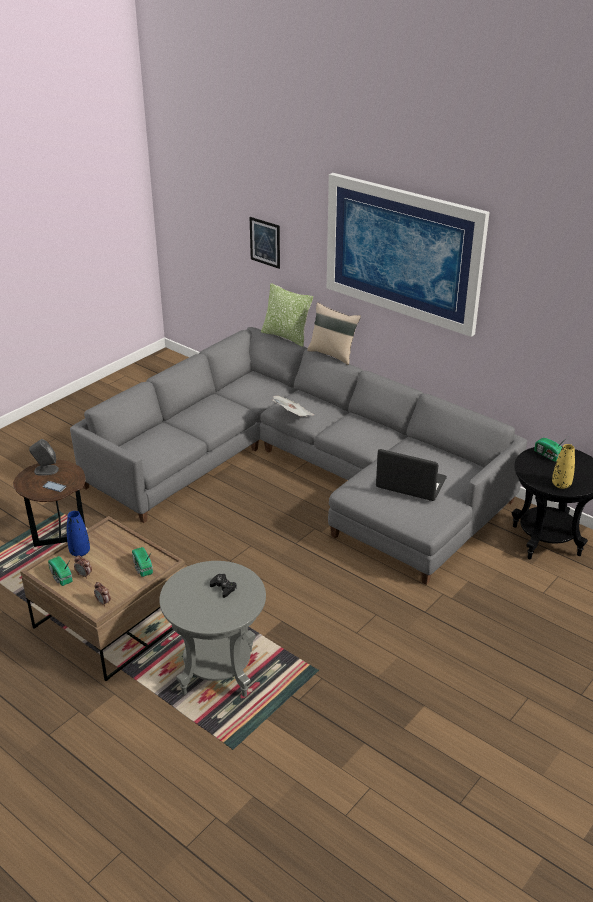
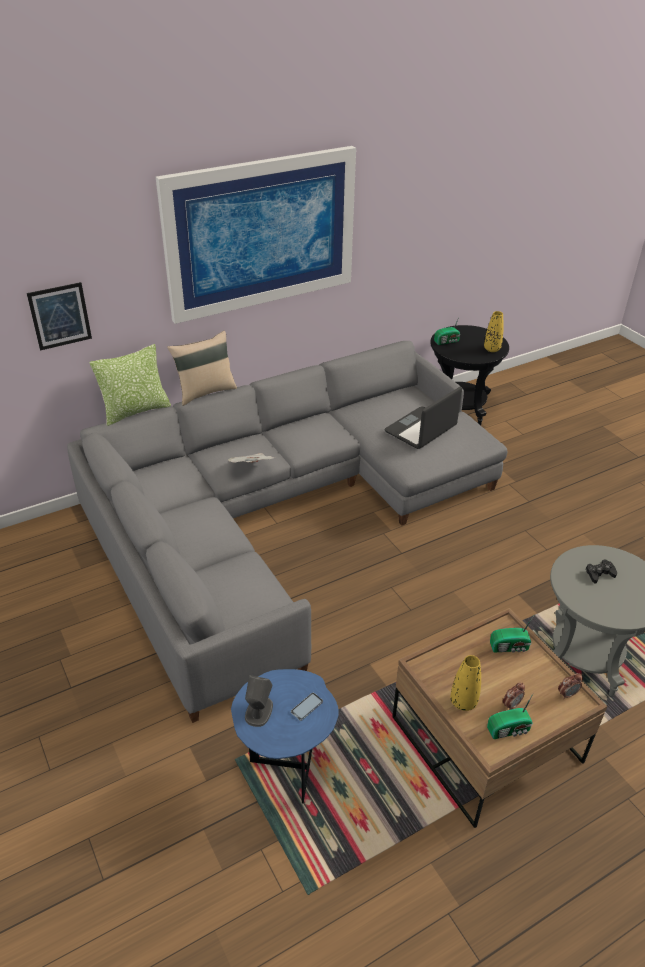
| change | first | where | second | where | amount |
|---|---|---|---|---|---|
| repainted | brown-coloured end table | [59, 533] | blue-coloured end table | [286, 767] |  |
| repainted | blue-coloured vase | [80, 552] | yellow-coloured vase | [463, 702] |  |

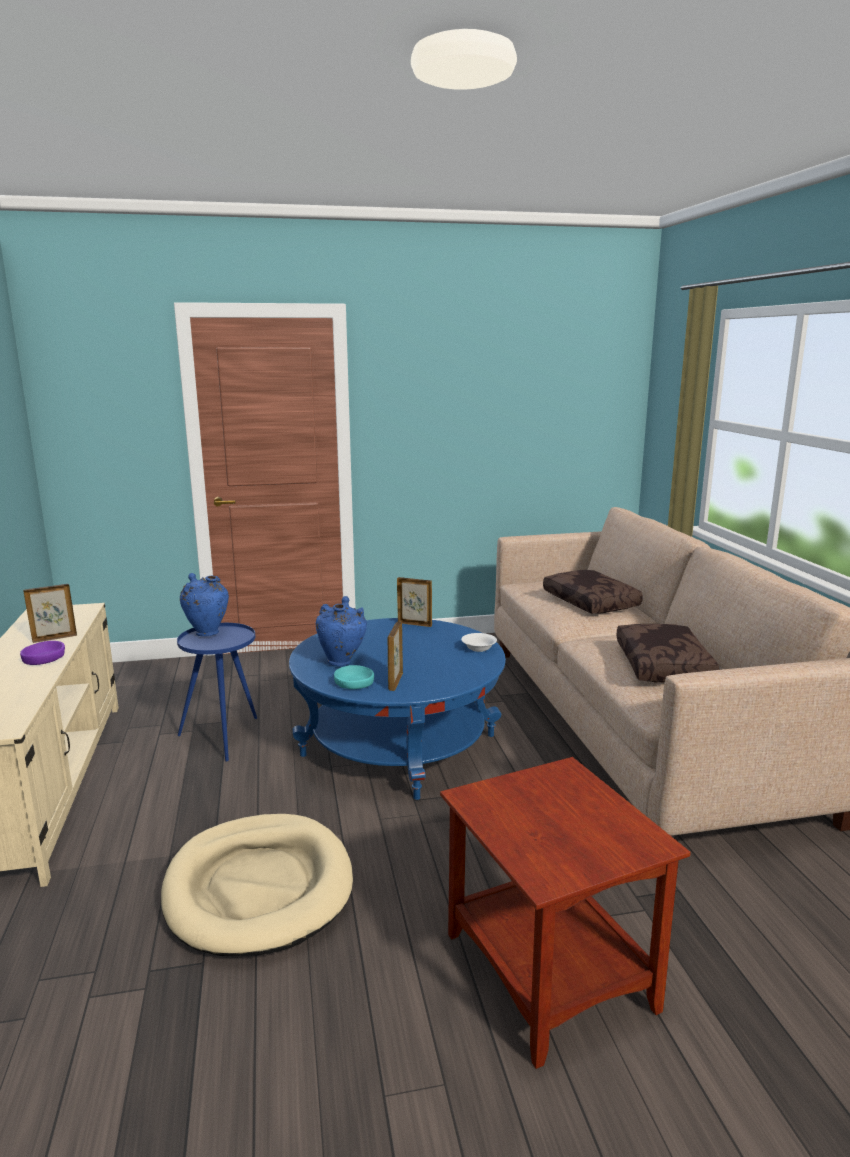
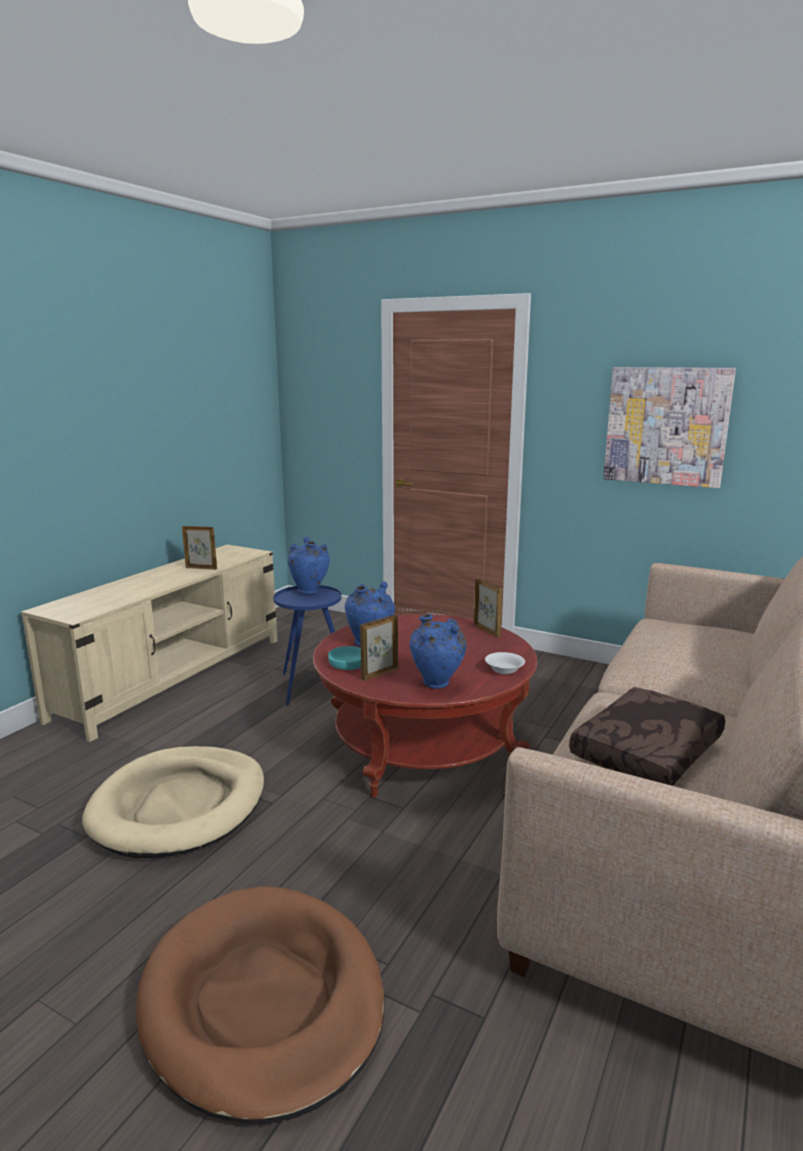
| change | first | where | second | where | amount |
|---|---|---|---|---|---|
| swapped | brown-coloured end table | [551, 970] | brown-coloured dog cushion | [263, 1002] |  |
| repainted | blue-coloured lounge table | [399, 745] | red-coloured lounge table | [423, 745] |  |
| new |  |  | blue-coloured vase | [437, 685] |  |
| new |  |  | wall picture | [666, 426] |  |
| gone | purplish serving bowl | [44, 658] |  |  |  |
| gone | brown-coloured pillow | [592, 602] |  |  |  |

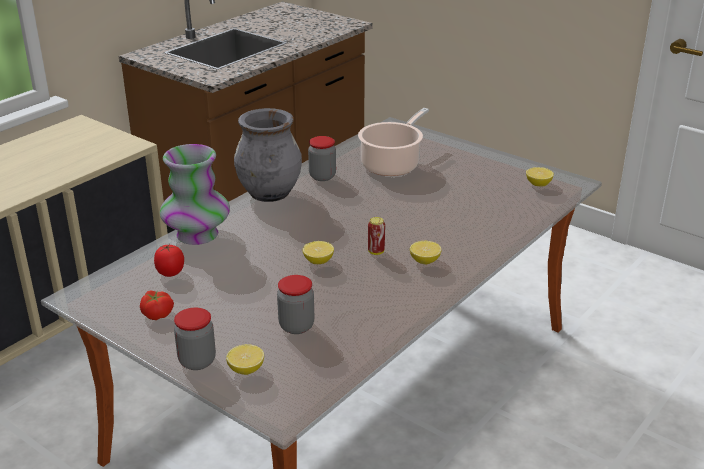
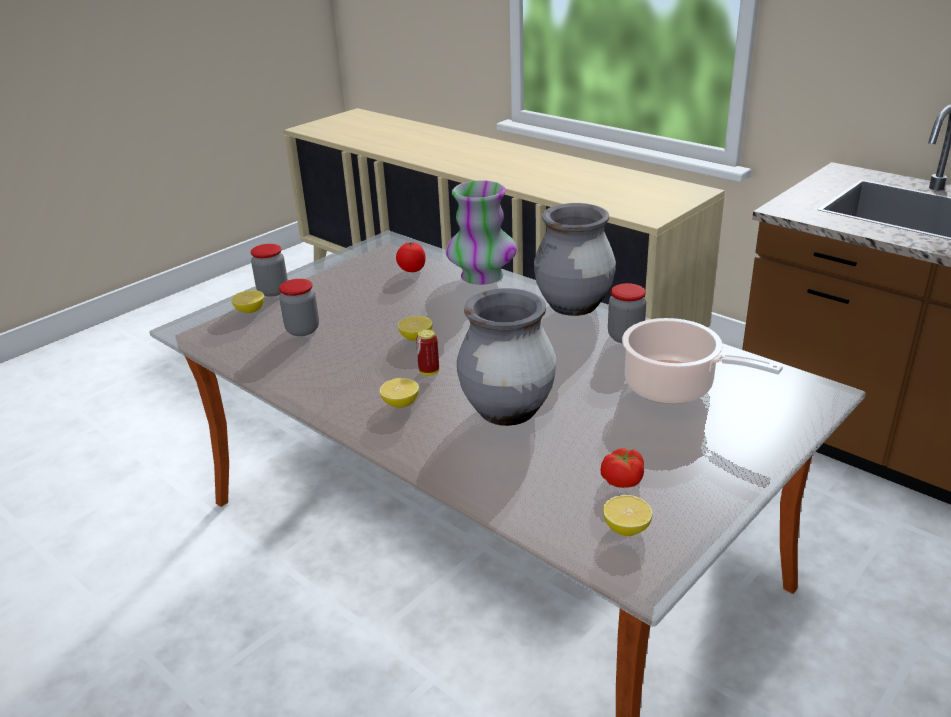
| change | first | where | second | where | amount |
|---|---|---|---|---|---|
| new |  |  | greyish vase | [507, 412] |  |
| shifted | tomato | [157, 314] |  | [623, 480] |  |

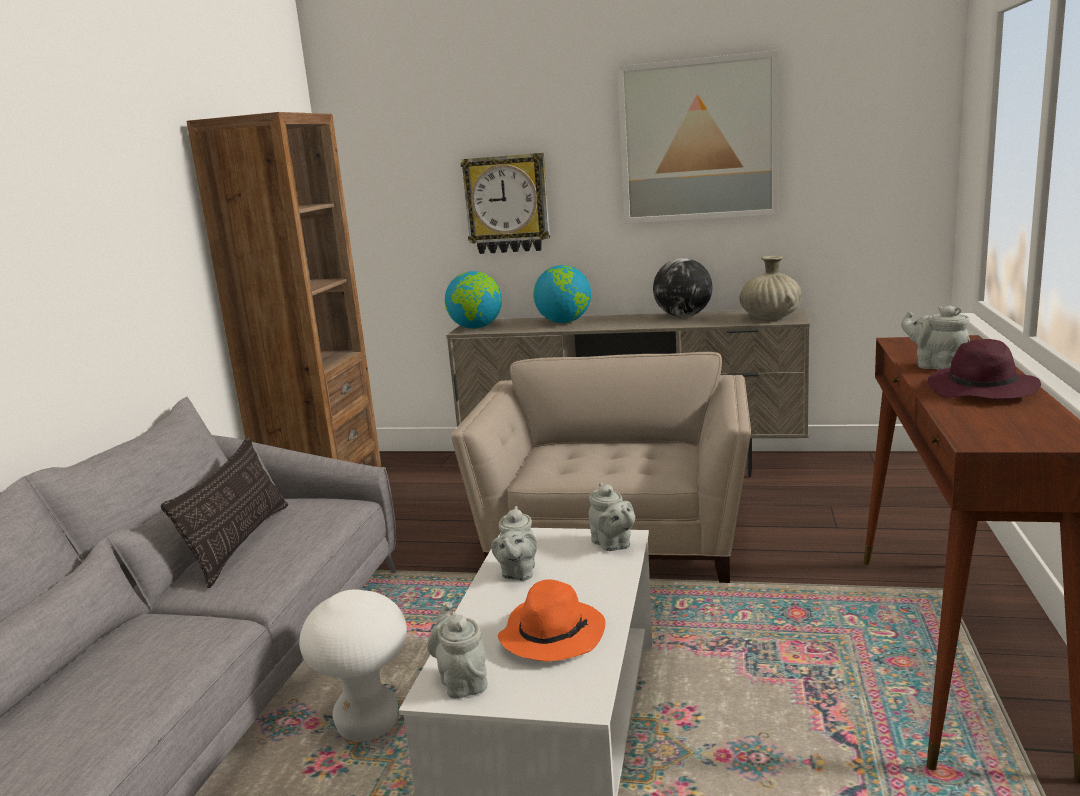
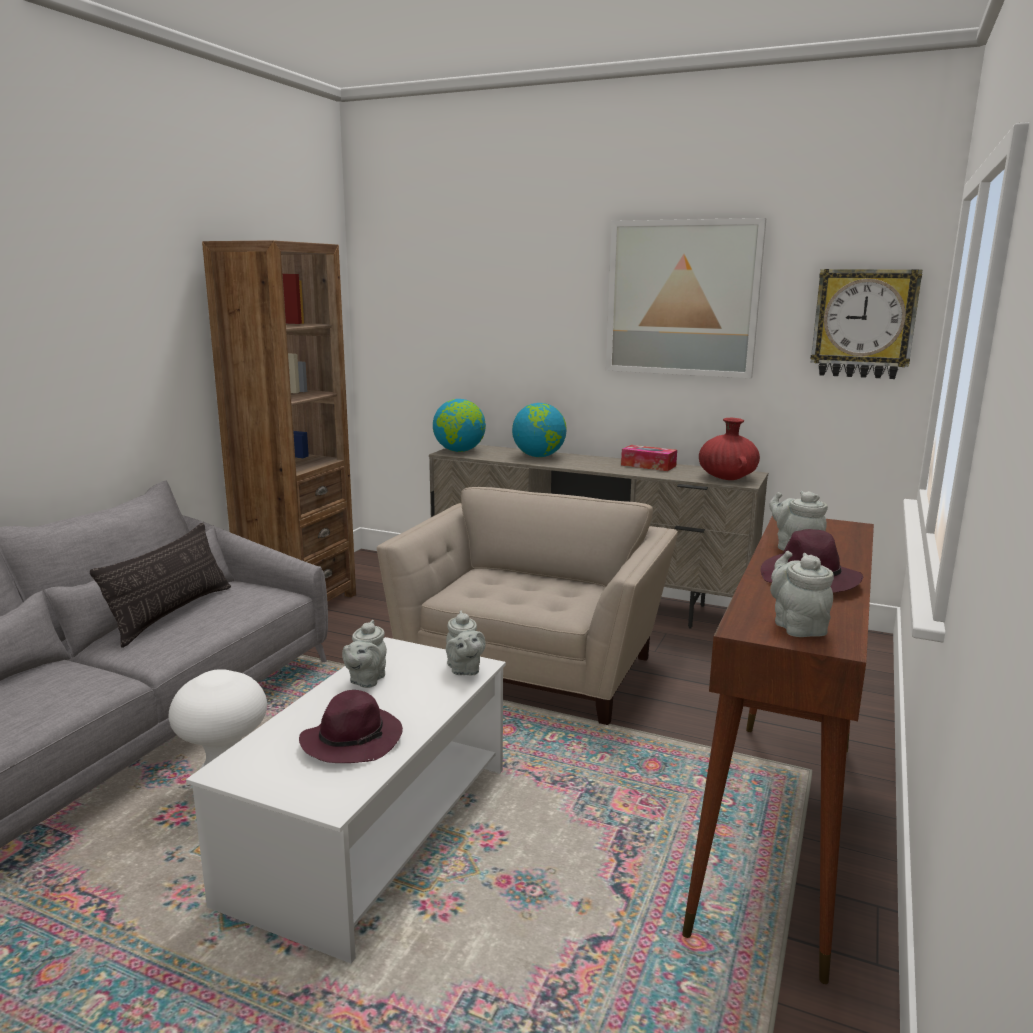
| change | first | where | second | where | amount |
|---|---|---|---|---|---|
| repainted | orange hat | [552, 634] | purplish hat | [353, 740] |  |
| swapped | desk globe | [683, 316] | tissue box | [648, 465] |  |
| repainted | beige-coloured vase | [770, 317] | red-coloured vase | [727, 478] |  |
| shifted | greyish tea pot | [462, 681] |  | [797, 626] |  |
| shifted | wall clock | [507, 204] |  | [863, 323] |  |

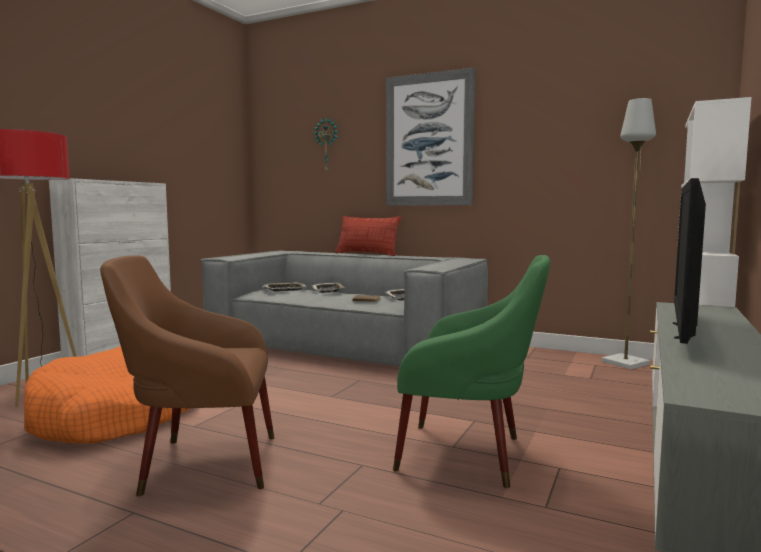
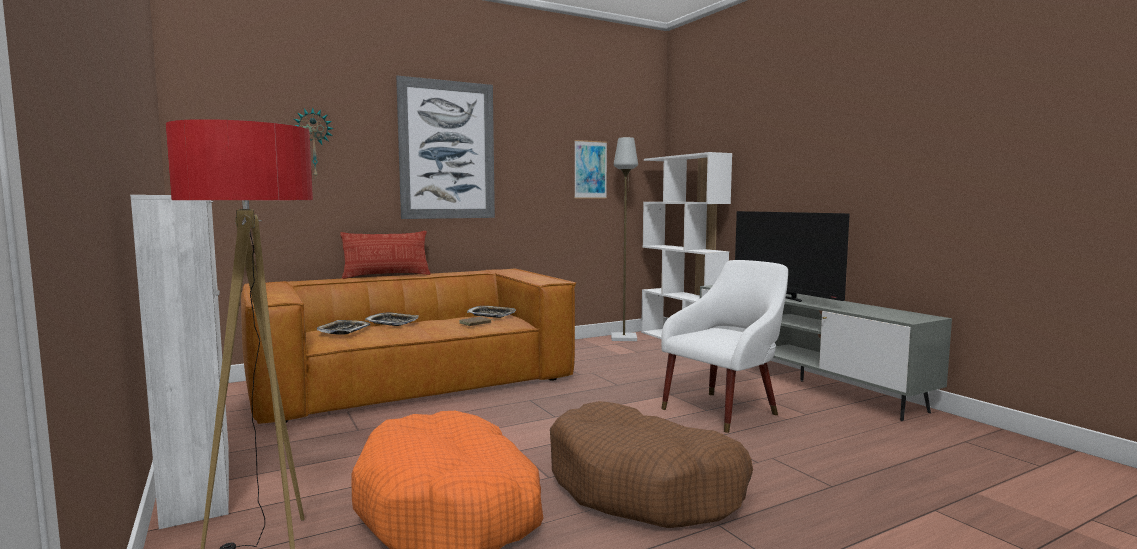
| change | first | where | second | where | amount |
|---|---|---|---|---|---|
| repainted | greyish couch | [345, 344] | brown-coloured couch | [414, 381] |  |
| swapped | brown-coloured easy chair | [200, 463] | brown-coloured dog cushion | [645, 487] |  |
| new |  |  | wall picture | [590, 169] |  |
| repainted | green easy chair | [470, 455] | white easy chair | [724, 409] |  |

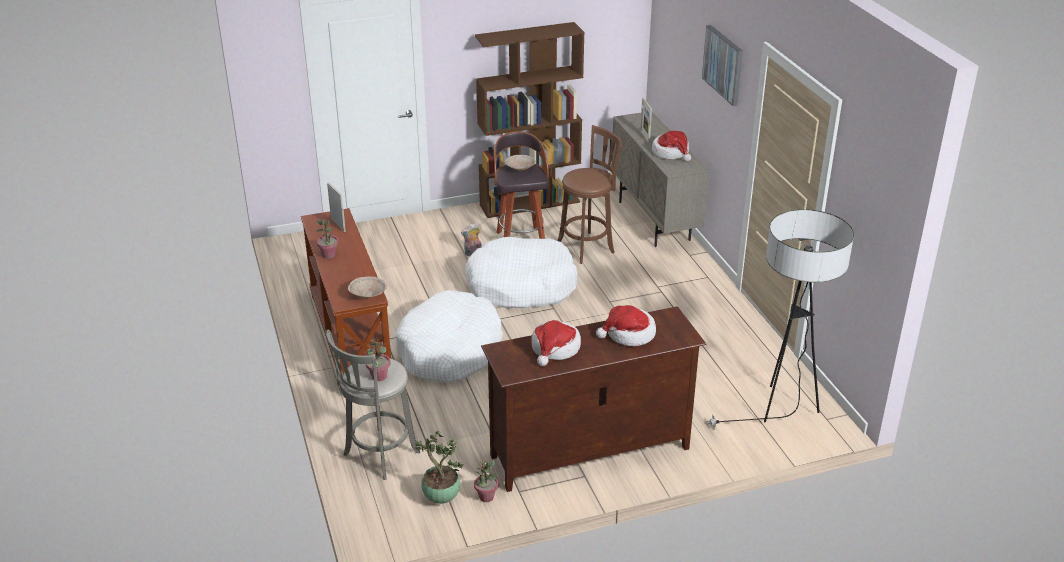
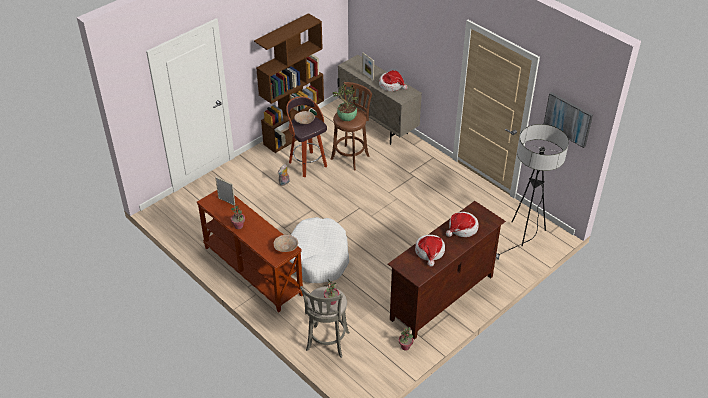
| change | first | where | second | where | amount |
|---|---|---|---|---|---|
| shifted | potted plant | [440, 497] |  | [346, 119] |  |
| shifted | wall picture | [723, 64] |  | [568, 119] |  |
| gone | white dog cushion | [521, 285] |  |  |  |

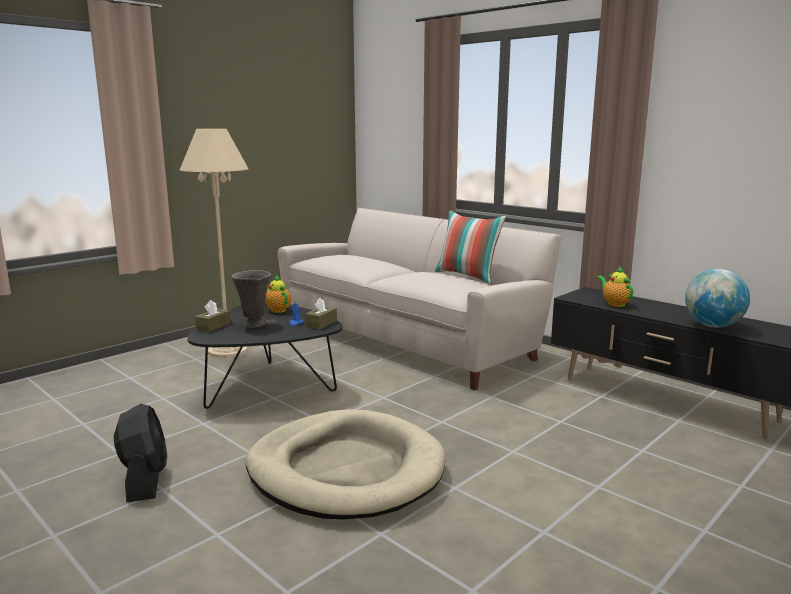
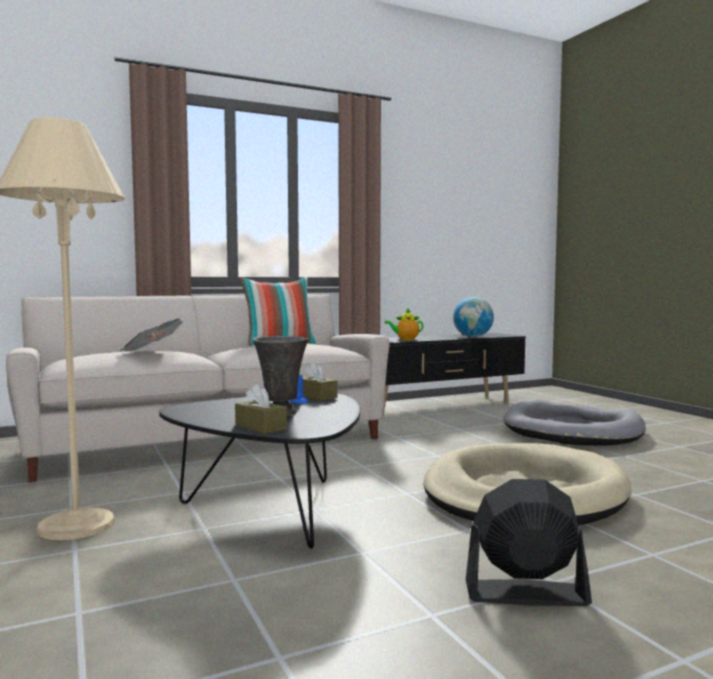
| change | first | where | second | where | amount |
|---|---|---|---|---|---|
| new |  |  | newspaper | [152, 352] |  |
| new |  |  | greyish dog cushion | [572, 430] |  |
| gone | tea pot | [277, 310] |  |  |  |

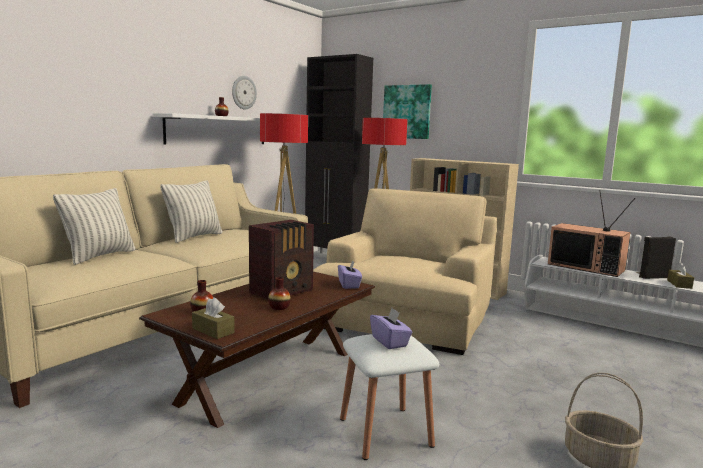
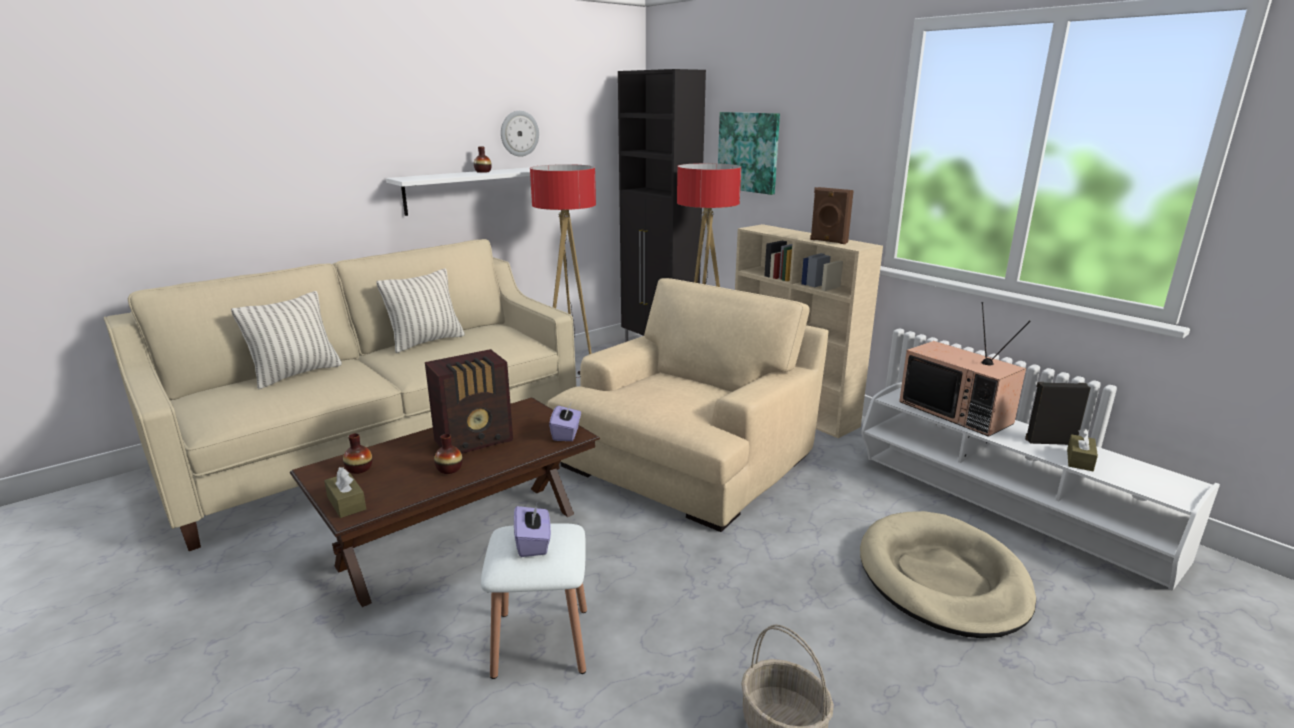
| change | first | where | second | where | amount |
|---|---|---|---|---|---|
| new |  |  | brown-coloured speaker | [828, 241] |  |
| new |  |  | beige-coloured dog cushion | [942, 578] |  |

